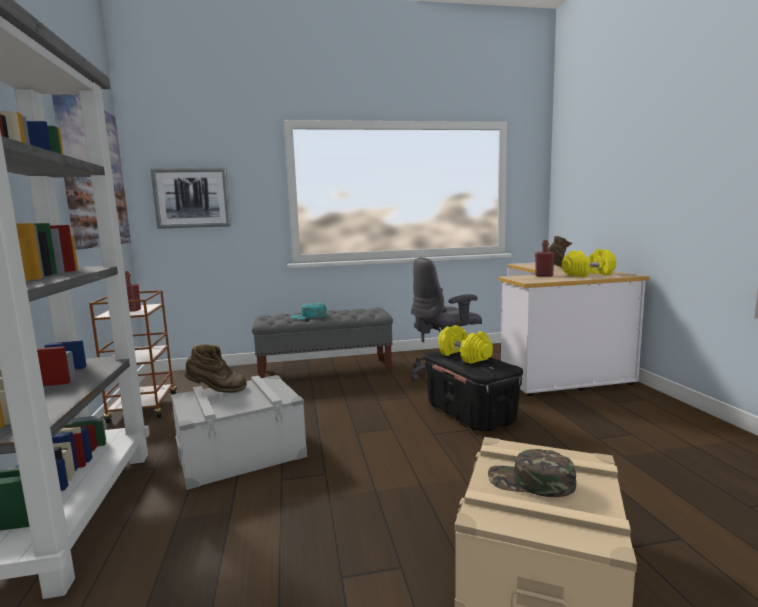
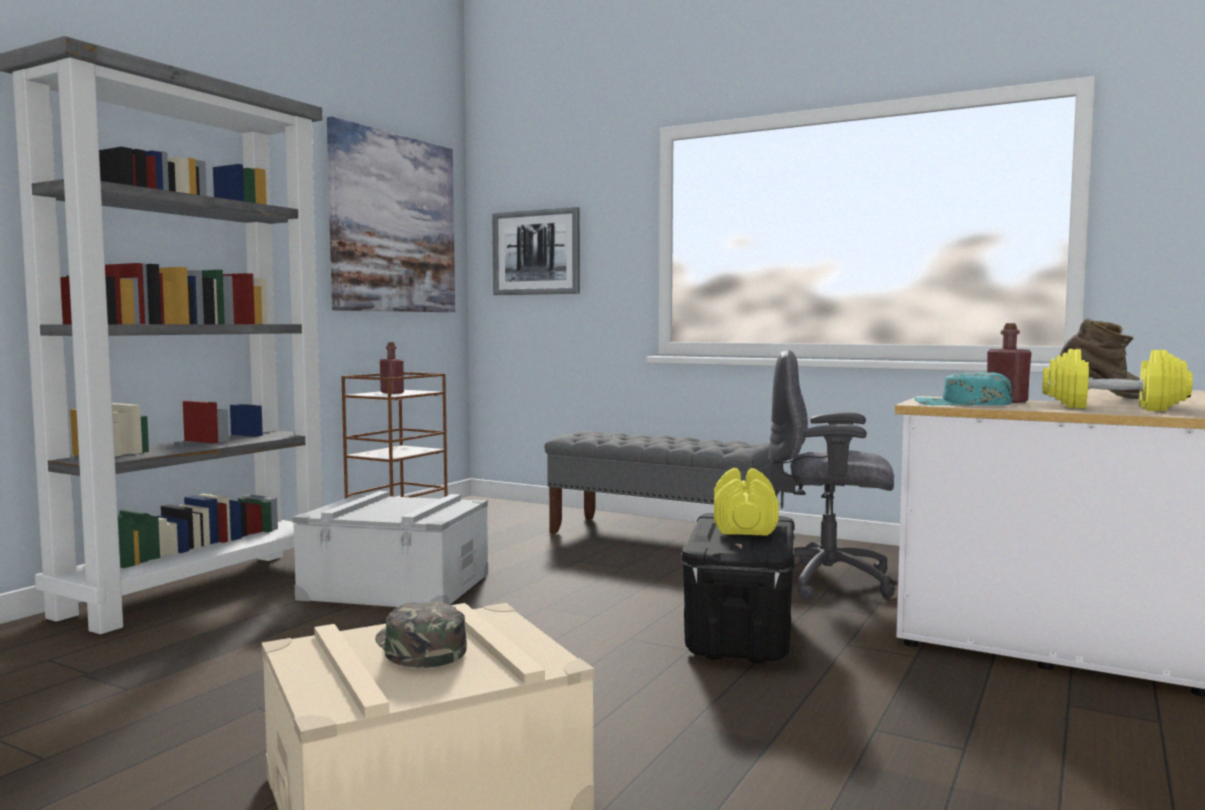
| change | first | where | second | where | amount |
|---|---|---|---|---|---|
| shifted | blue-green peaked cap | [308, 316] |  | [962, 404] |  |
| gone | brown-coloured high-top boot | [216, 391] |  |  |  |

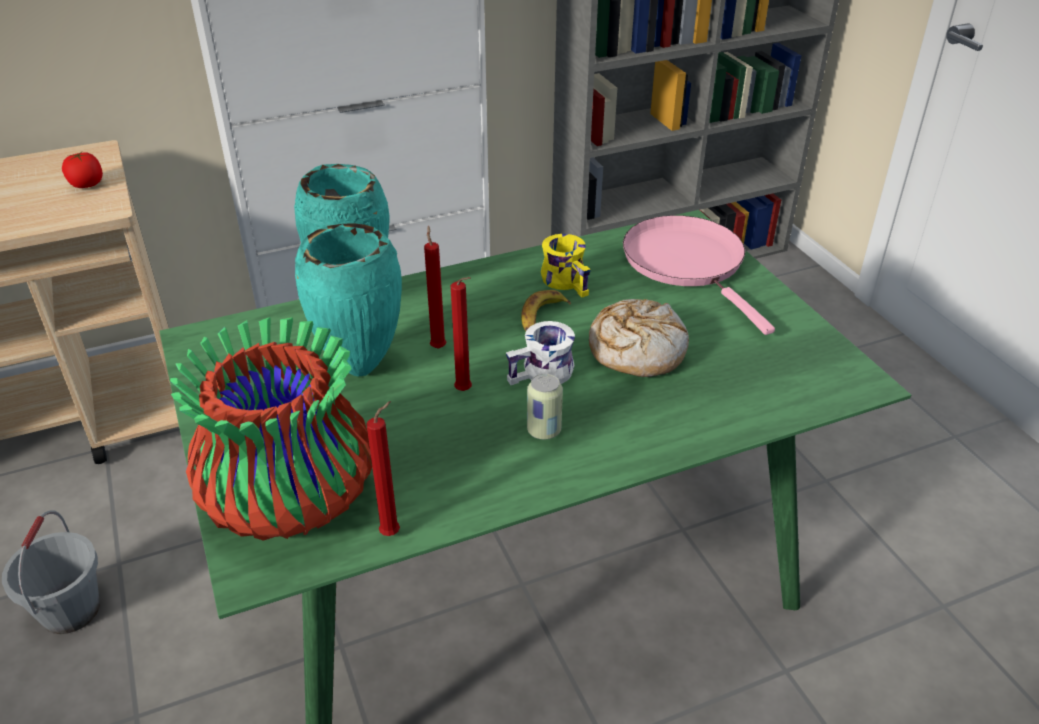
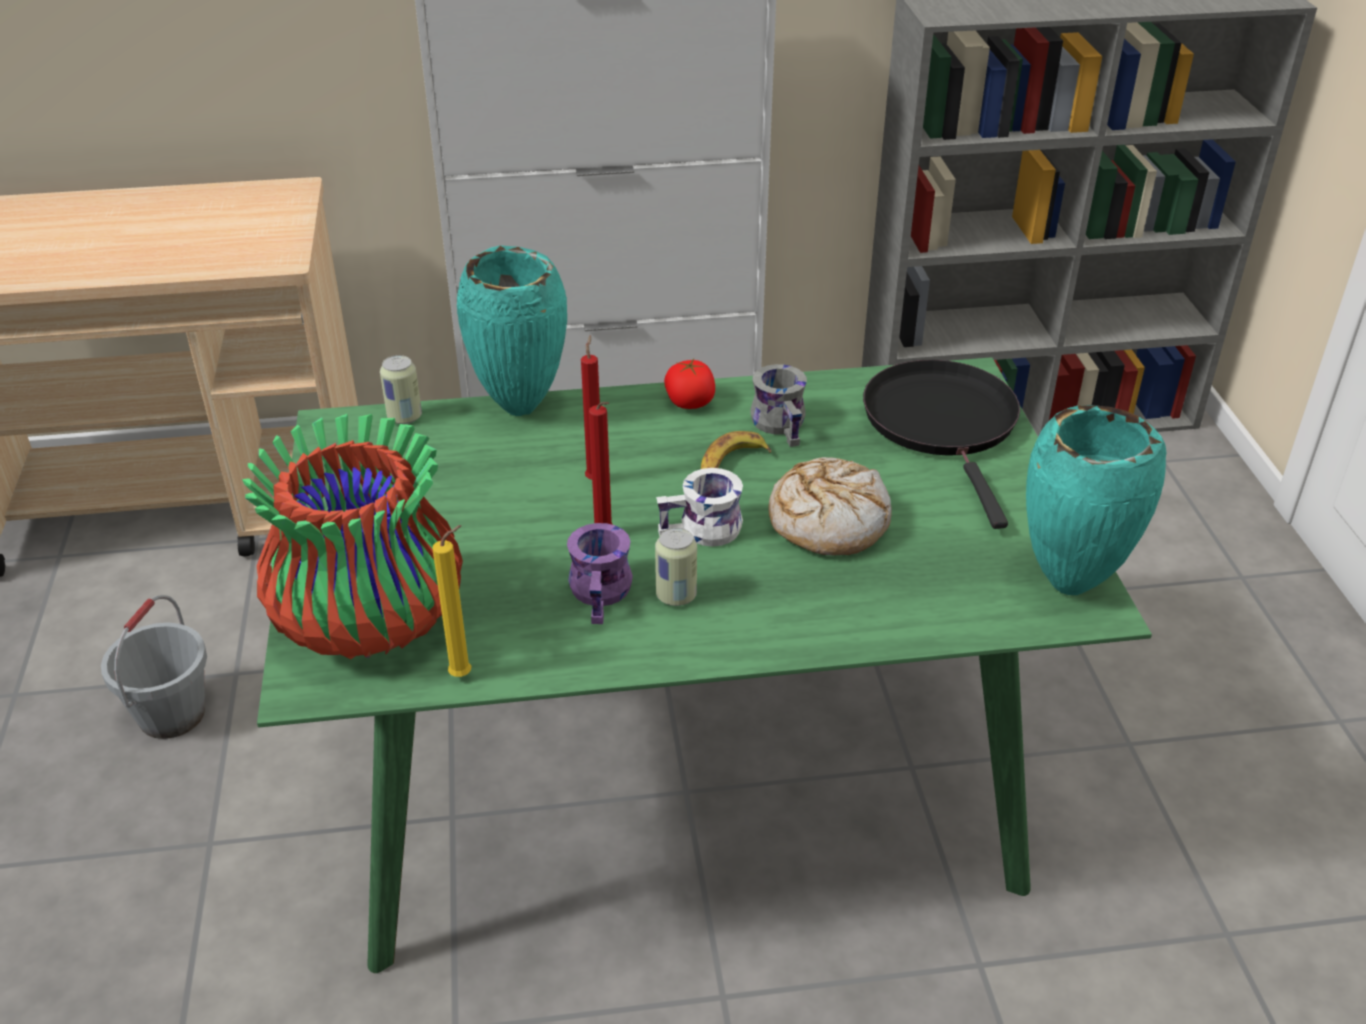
| change | first | where | second | where | amount |
|---|---|---|---|---|---|
| new |  |  | metal can | [404, 417] |  |
| repainted | red-coloured wax candle | [393, 532] | yellow-coloured wax candle | [464, 674] |  |
| new |  |  | purplish coffee mug | [605, 593] |  |
| shifted | tomato | [87, 185] |  | [690, 403] |  |
| repainted | yellow-coloured coffee mug | [569, 281] | greyish coffee mug | [784, 424] |  |
| repainted | pinkish skillet | [688, 263] | blackish skillet | [943, 424] |  |
| shifted | blue-green vase | [360, 371] |  | [1068, 587] |  |

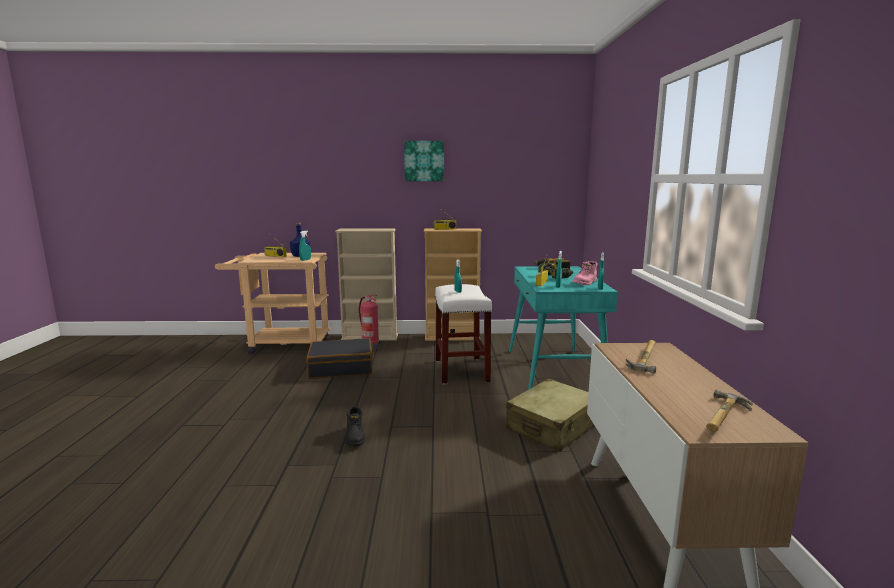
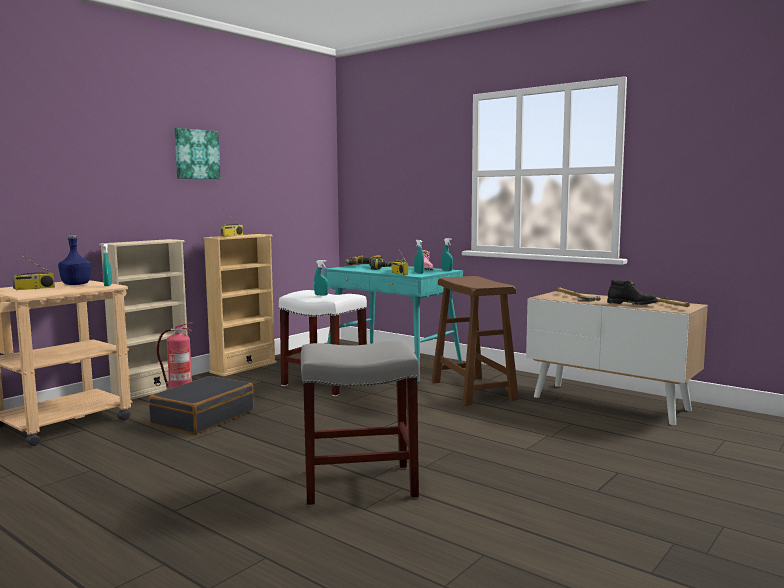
| change | first | where | second | where | amount |
|---|---|---|---|---|---|
| new |  |  | greyish stool | [360, 484] |  |
| swapped | beige-coloured travel case | [552, 426] | brown-coloured stool | [472, 390] |  |
| shifted | blackish high-top boot | [355, 437] |  | [632, 304] |  |

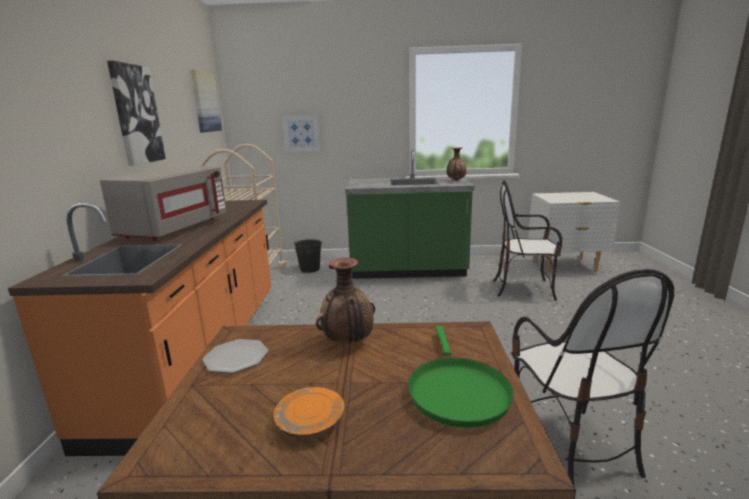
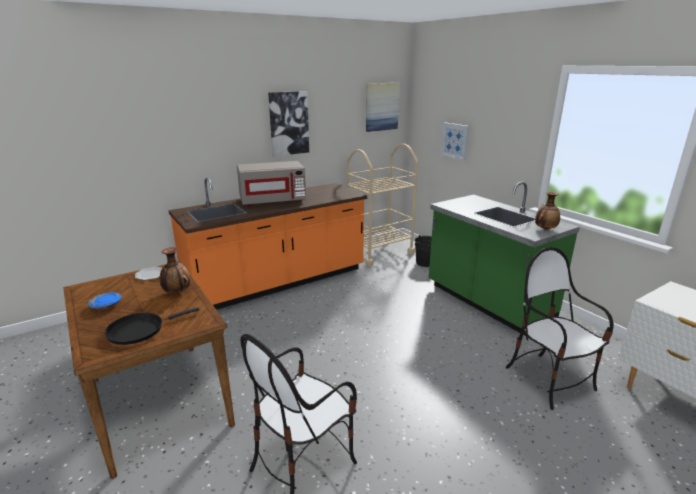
| change | first | where | second | where | amount |
|---|---|---|---|---|---|
| repainted | orange dinner plate | [310, 422] | blue-coloured dinner plate | [106, 305] |  |
| repainted | green skillet | [456, 391] | blackish skillet | [139, 330] |  |

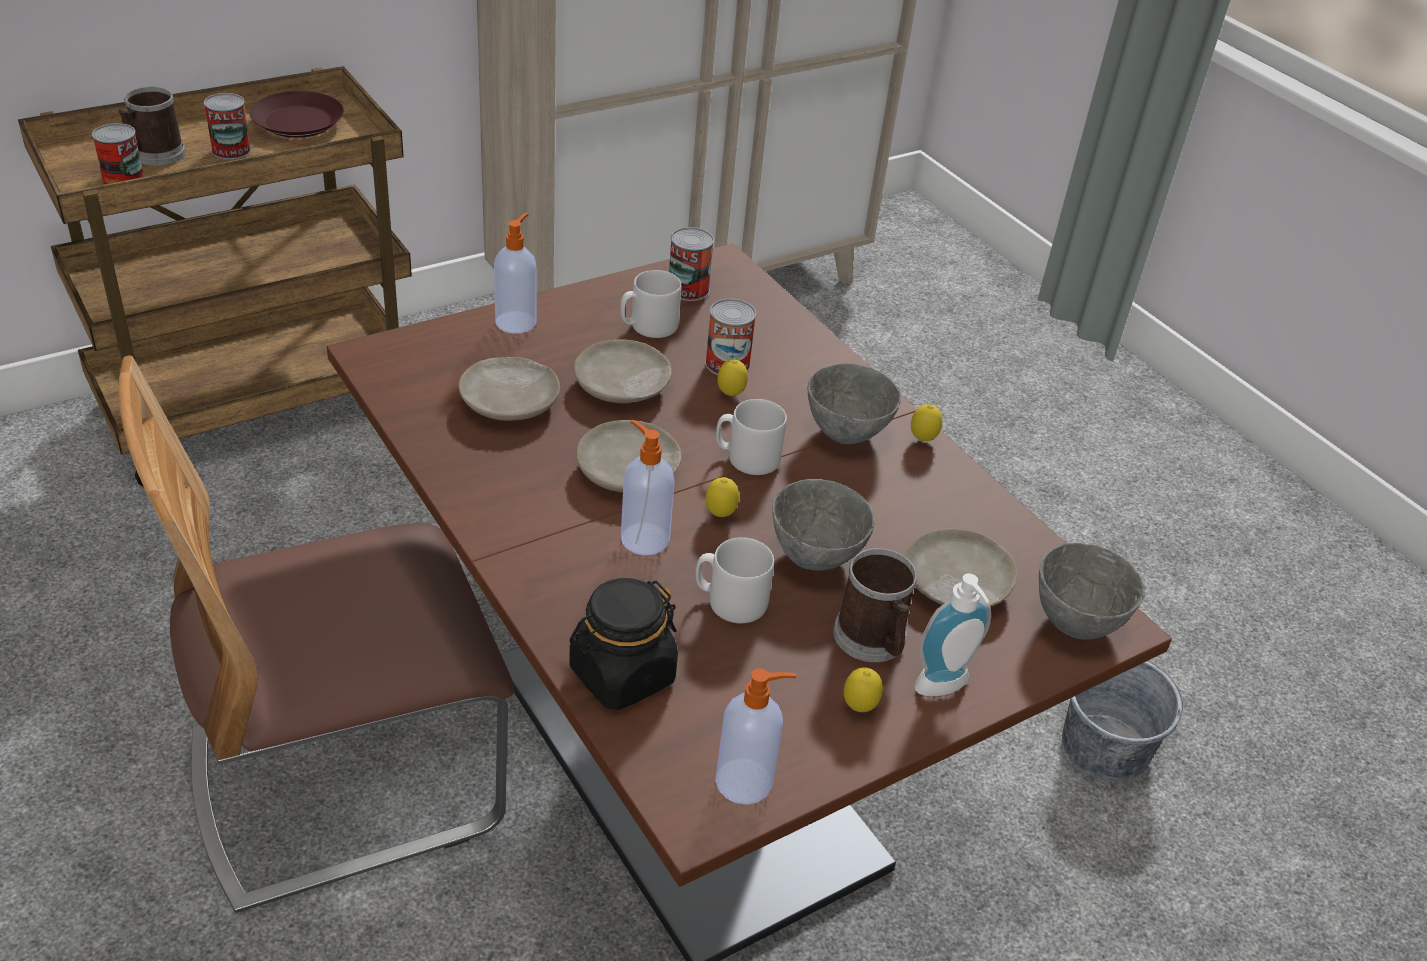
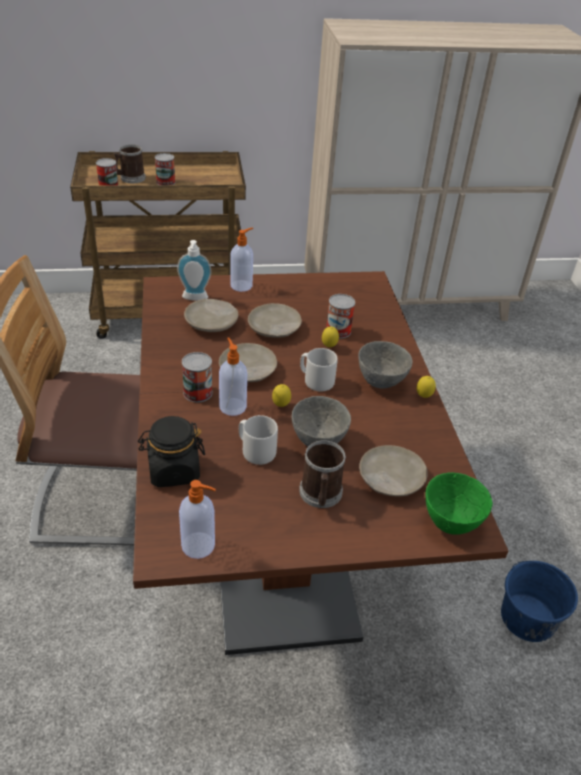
| change | first | where | second | where | amount |
|---|---|---|---|---|---|
| shifted | soap dispenser | [945, 689] |  | [194, 299] |  |
| shifted | metal can | [688, 289] |  | [197, 392] |  |
| repainted | greyish serving bowl | [1074, 623] | green serving bowl | [449, 522] |  |
| repainted | greyish water bucket | [1105, 748] | blue-coloured water bucket | [528, 618] |  |
| gone | brown-coloured dinner plate | [298, 122] |  |  |  |
| gone | greyish coffee mug | [648, 326] |  |  |  |
| gone | citrus fruit | [859, 708] |  |  |  |

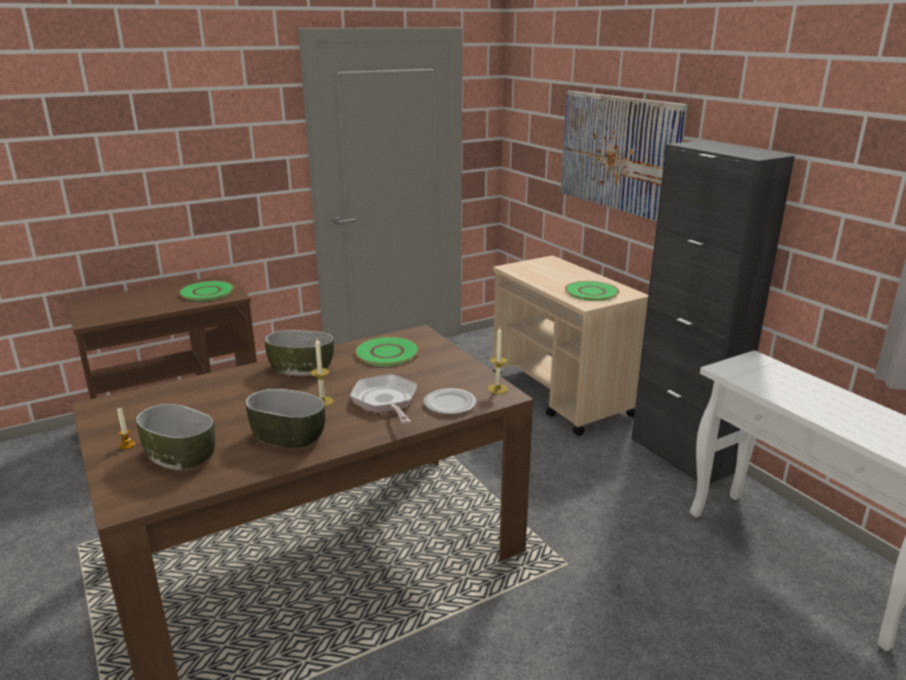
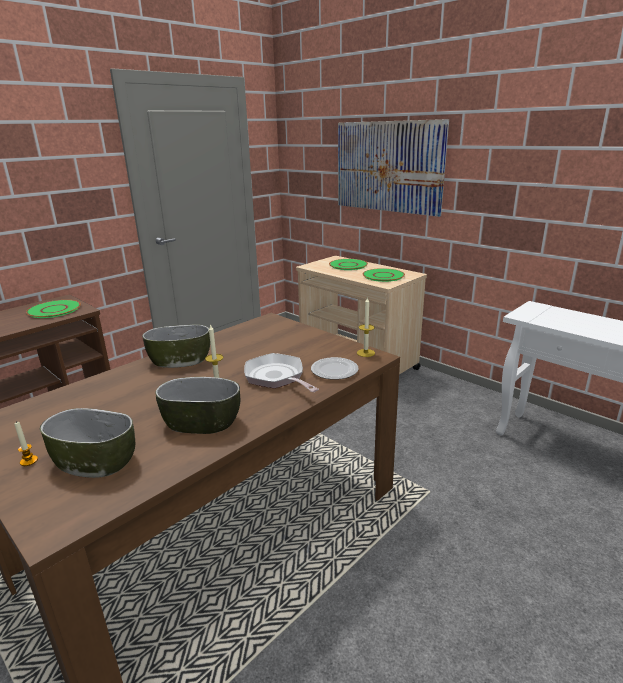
| change | first | where | second | where | amount |
|---|---|---|---|---|---|
| shifted | green dinner plate | [387, 352] |  | [348, 265] |  |
| gone | blackish storage cabinet | [680, 455] |  |  |  |

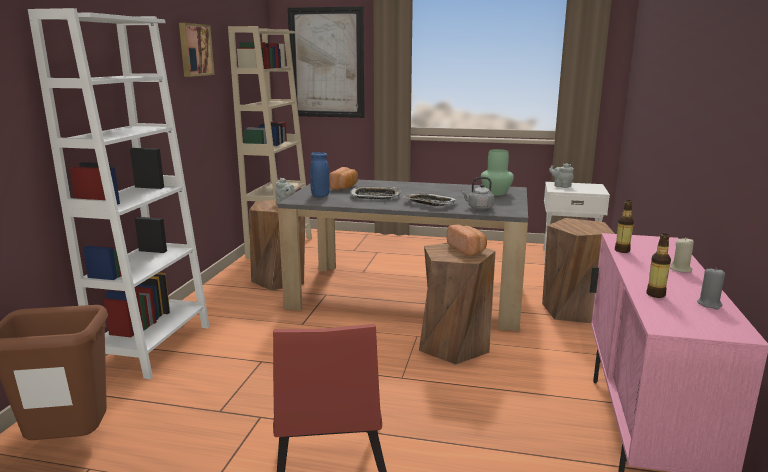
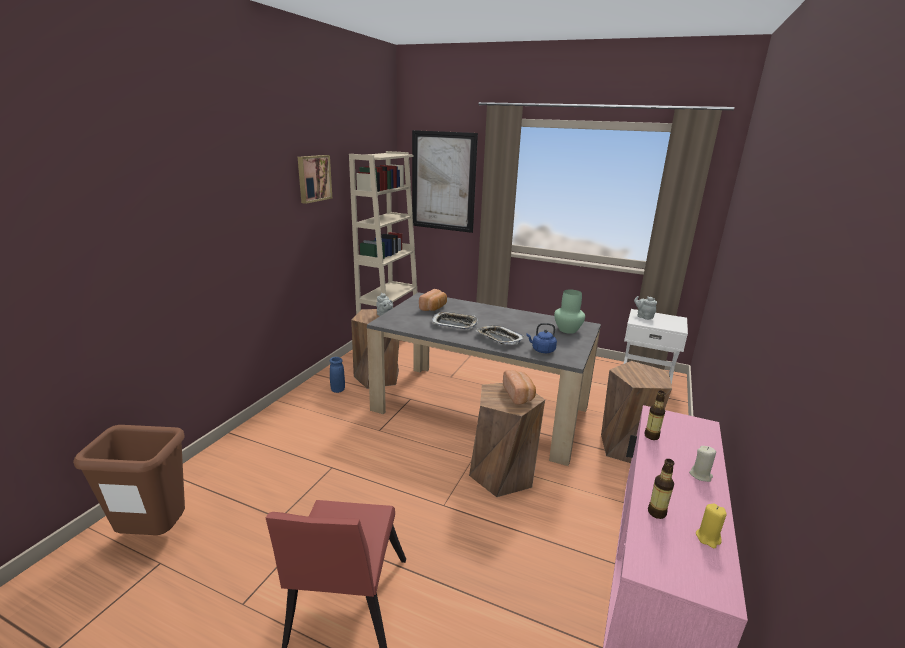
| change | first | where | second | where | amount |
|---|---|---|---|---|---|
| shifted | blue-coloured vase | [320, 196] |  | [338, 389] |  |
| repainted | greyish water kettle | [479, 208] | blue-coloured water kettle | [542, 350] |  |
| repainted | greyish wax candle | [709, 304] | yellow-coloured wax candle | [708, 538] |  |
| gone | white bookcase | [154, 347] |  |  |  |

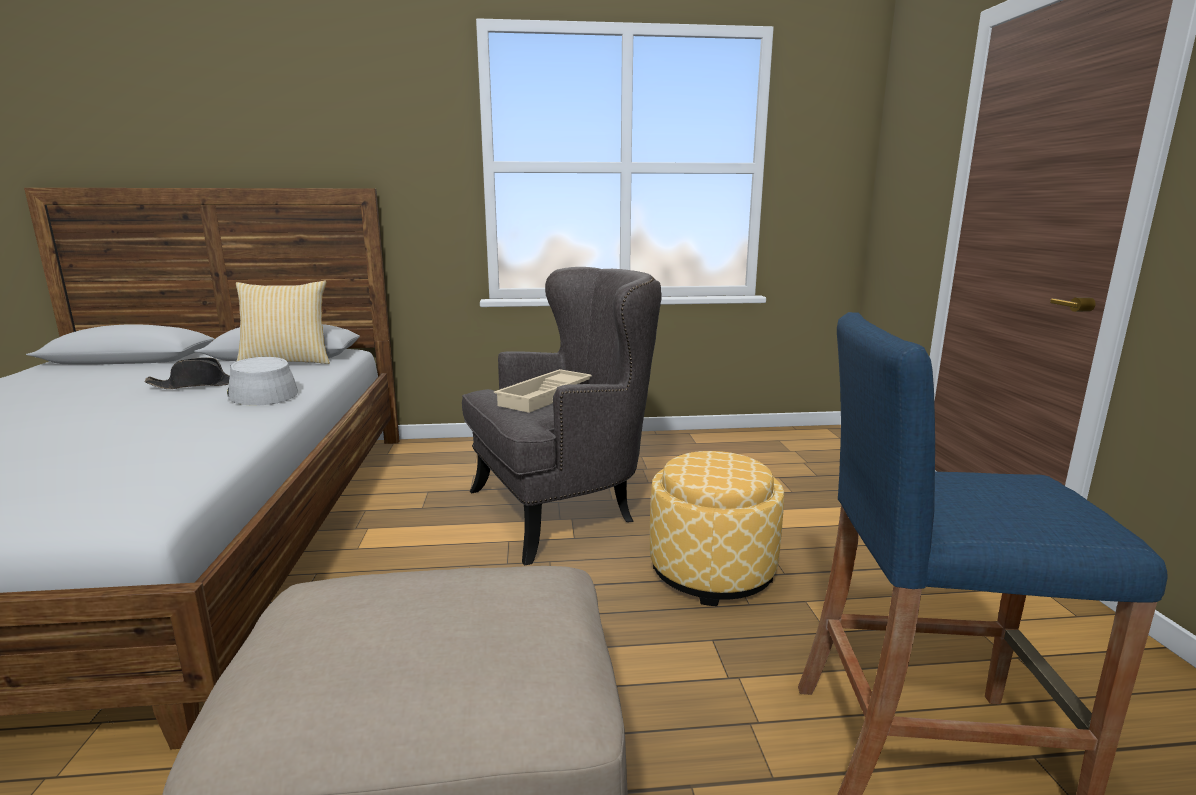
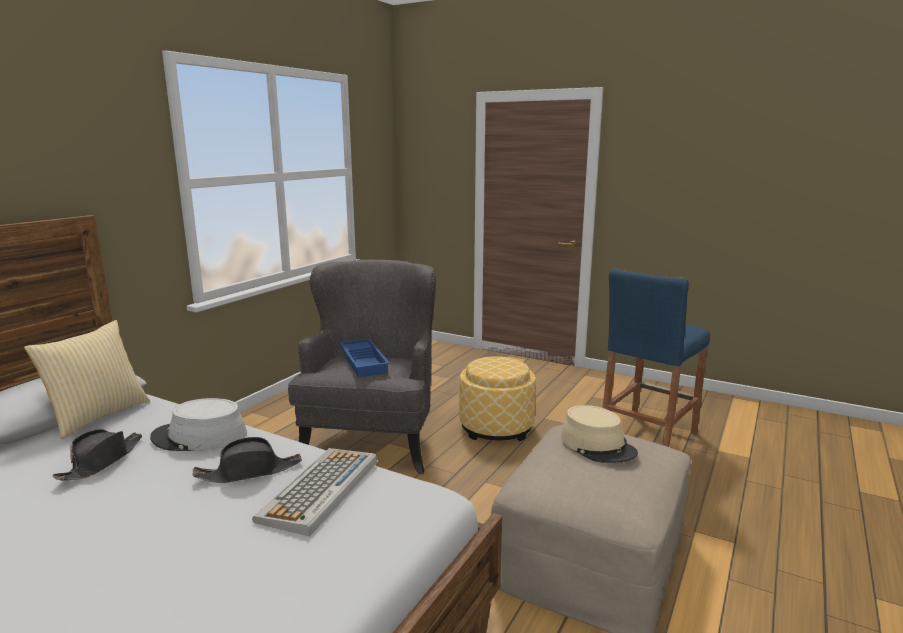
| change | first | where | second | where | amount |
|---|---|---|---|---|---|
| new |  |  | blackish hat | [249, 472] |  |
| new |  |  | computer keyboard | [320, 491] |  |
| repainted | beige-coloured serving tray | [546, 397] | blue-coloured serving tray | [365, 362] |  |
| new |  |  | beige-coloured hat | [598, 445] |  |

